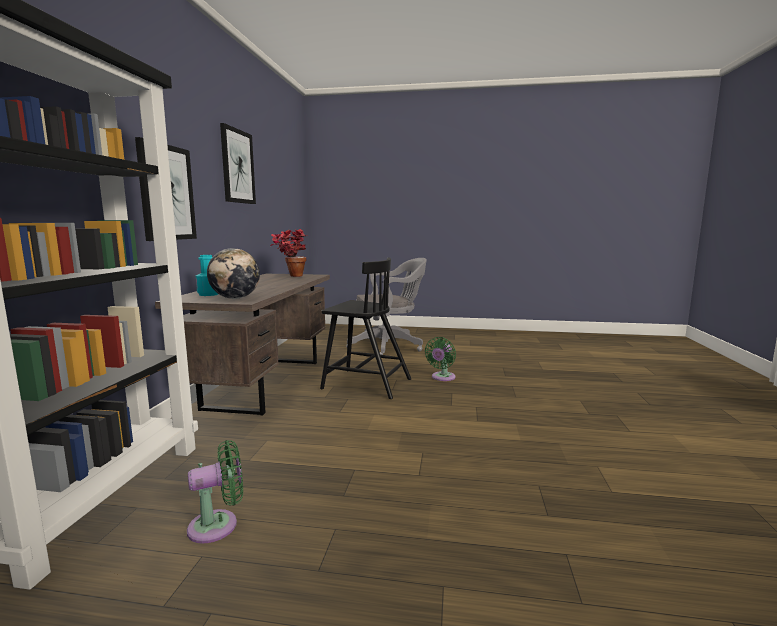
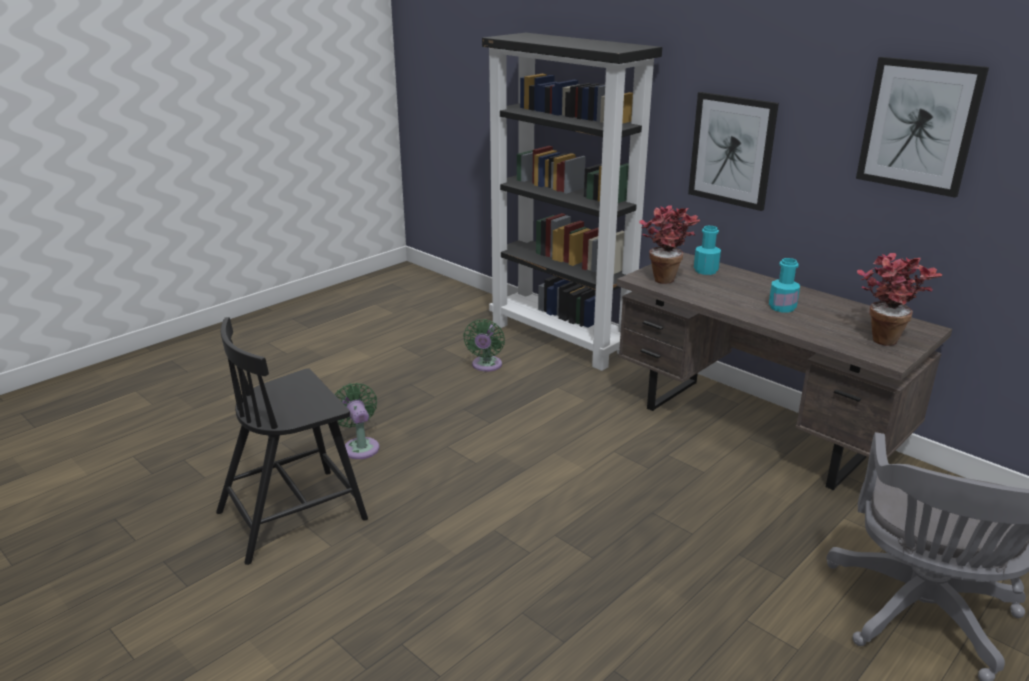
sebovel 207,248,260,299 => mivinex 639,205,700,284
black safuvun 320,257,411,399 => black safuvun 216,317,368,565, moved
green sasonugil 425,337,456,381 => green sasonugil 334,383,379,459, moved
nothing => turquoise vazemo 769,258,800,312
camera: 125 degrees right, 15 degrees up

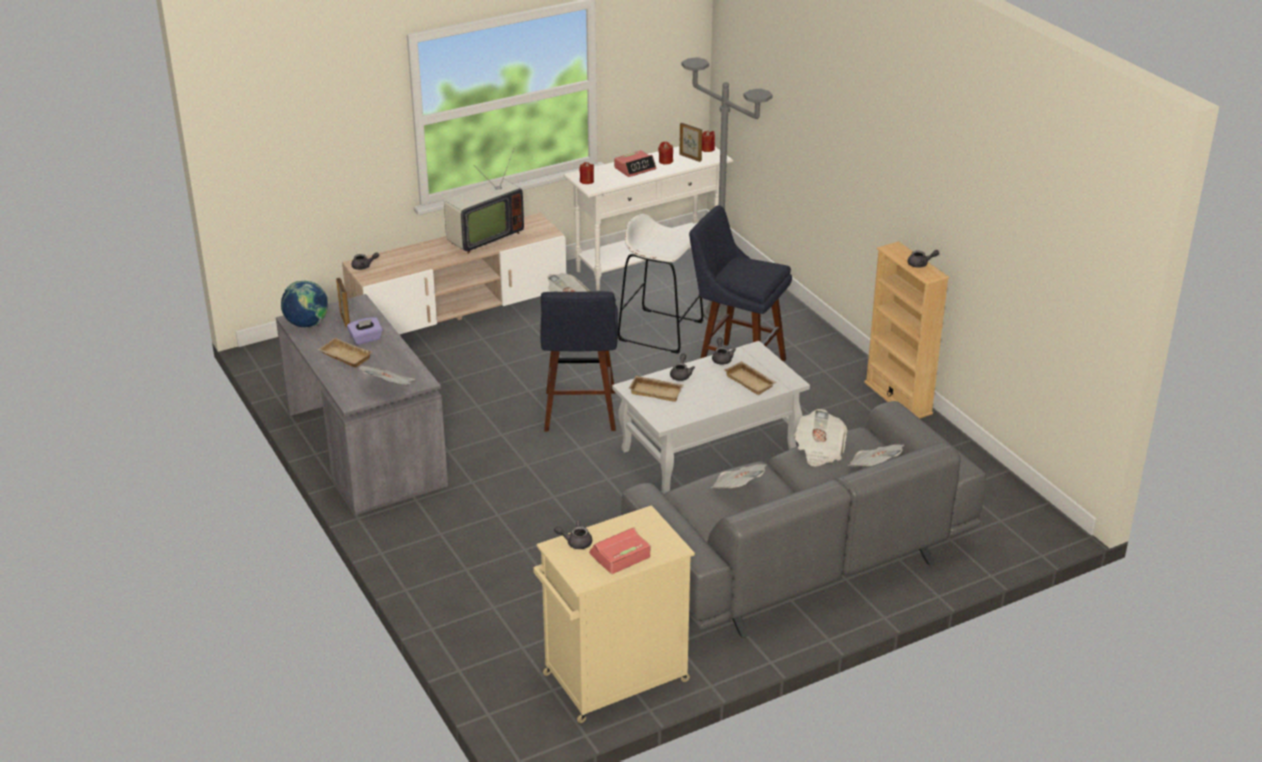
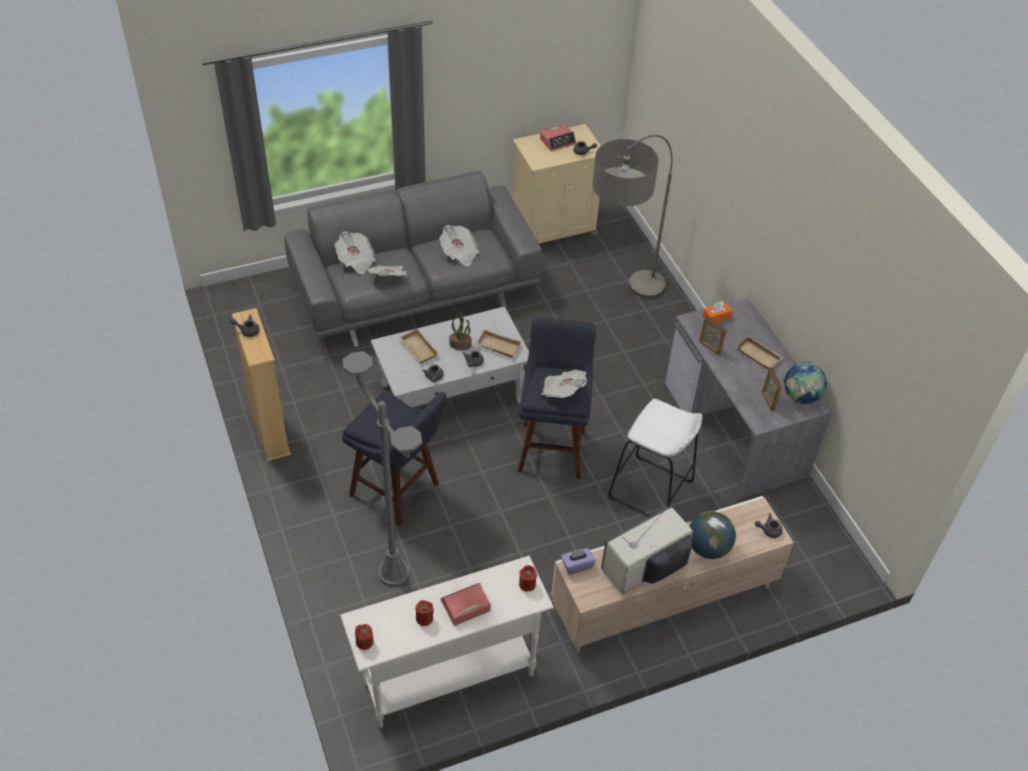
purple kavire 347,317,383,345 => purple kavire 561,548,596,575, moved
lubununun 358,366,415,385 => orange kavire 703,301,732,323
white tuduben 618,214,703,354 => white tuduben 608,399,703,517, moved
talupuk 680,123,702,162 => talupuk 699,316,727,355, moved
nothing => mivinex 450,311,472,350
nothing => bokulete 592,135,673,298
nothing => sebovel 689,511,736,559
camera: 175 degrees left, 15 degrees up

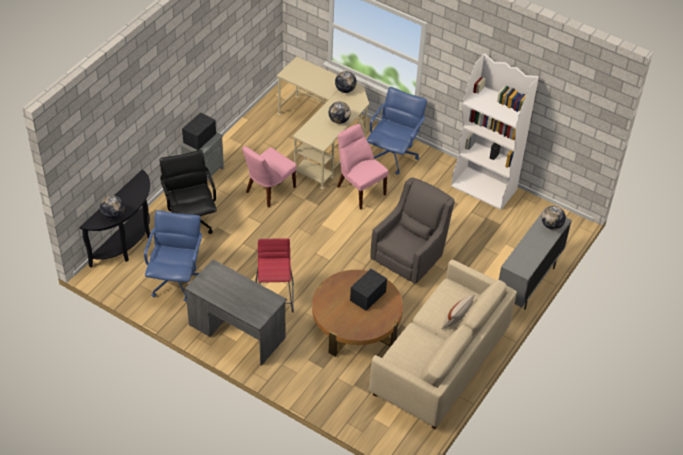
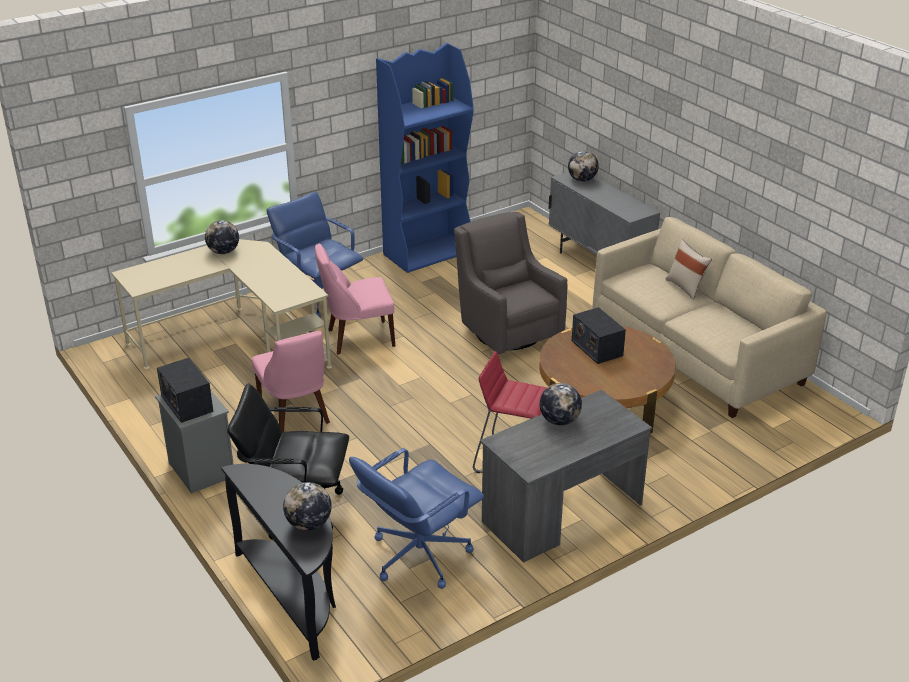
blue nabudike 144,210,202,302 => blue nabudike 349,448,484,589, 75 degrees counterclockwise
sebovel 329,101,351,124 => sebovel 539,383,582,425, moved
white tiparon 451,53,539,210 => blue tiparon 376,43,474,273
camera: 65 degrees left, 15 degrees down

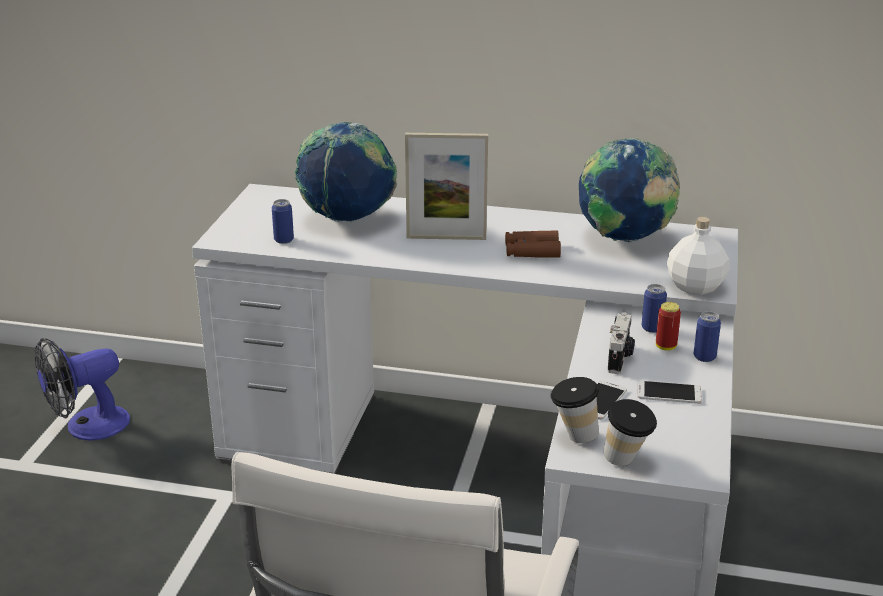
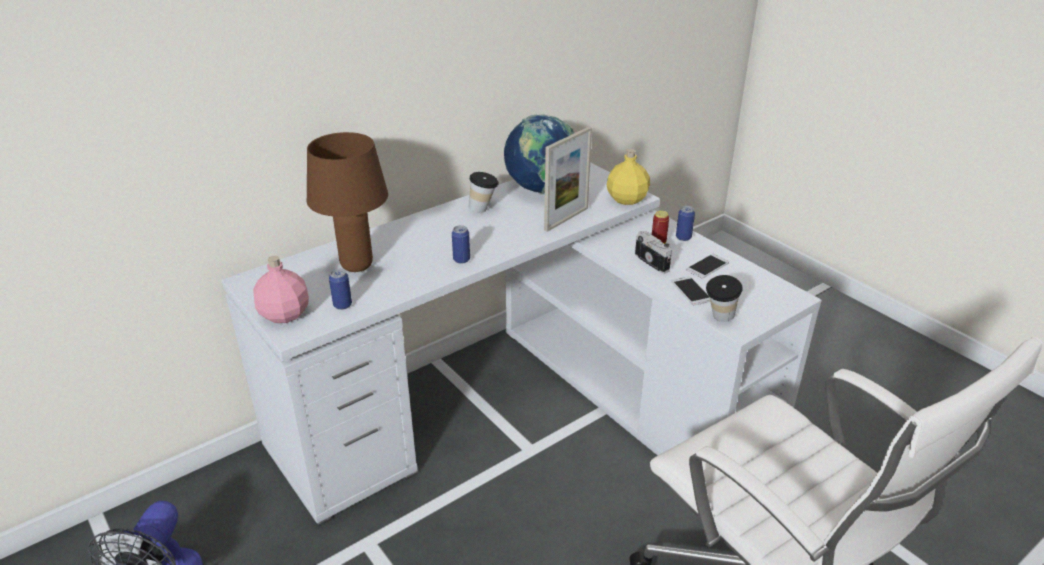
sebovel 295,122,397,222 => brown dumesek 307,132,388,272
talupuk 405,133,488,240 => talupuk 544,127,592,232, moved
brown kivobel 505,230,561,258 => nothing
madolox 603,399,657,466 => madolox 469,172,499,213, moved
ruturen 642,284,667,333 => ruturen 452,225,470,264, moved
white vazemo 667,217,729,295 => yellow vazemo 607,149,650,205
nothing => pink vazemo 253,256,309,323
camera: 50 degrees left, 5 degrees up

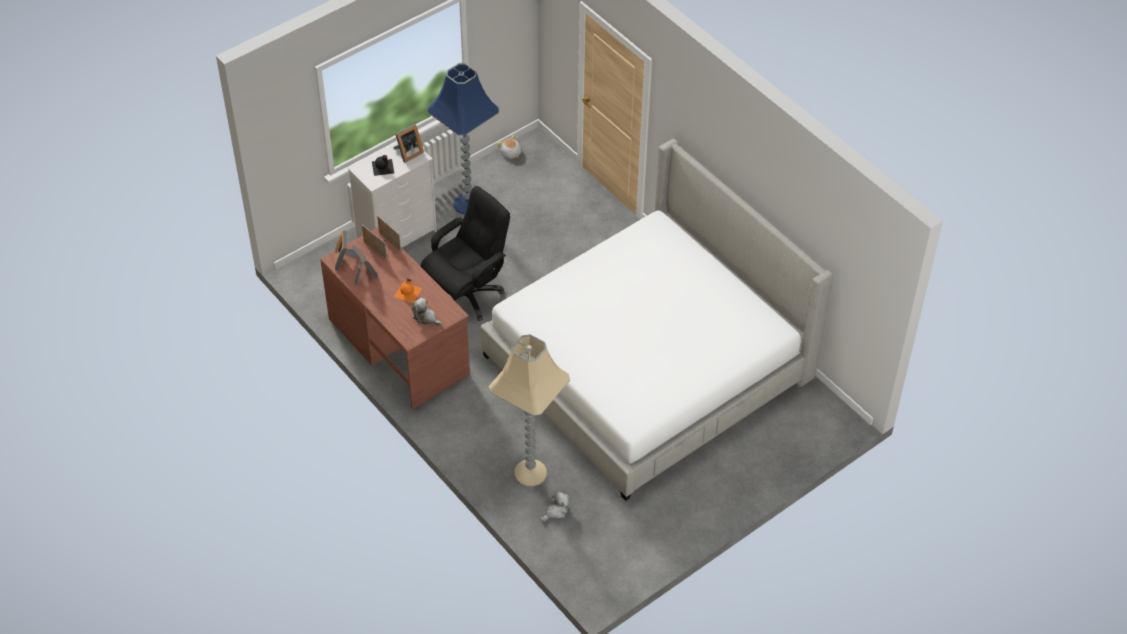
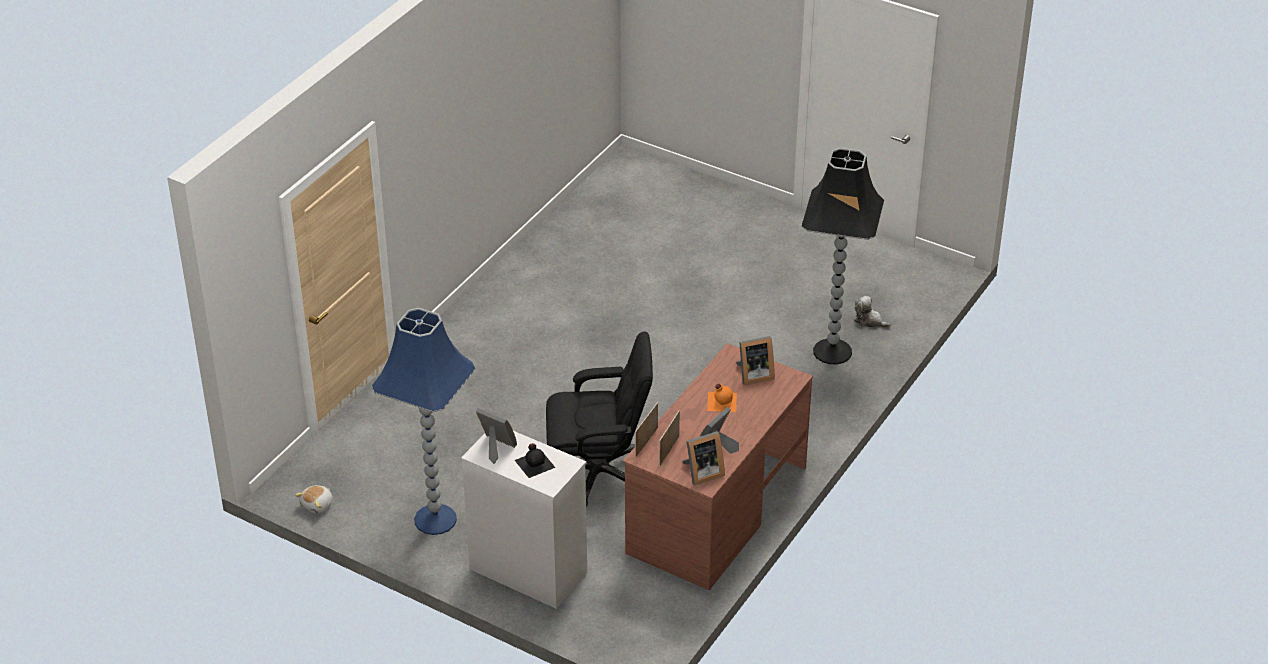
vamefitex 412,298,442,326 => talupuk 736,336,775,385
black nabudike 421,186,510,321 => black nabudike 546,331,653,507, 150 degrees clockwise
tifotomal 480,139,833,501 => nothing
beige bokulete 489,334,570,486 => black bokulete 801,148,884,364
camera: 110 degrees left, 10 degrees down

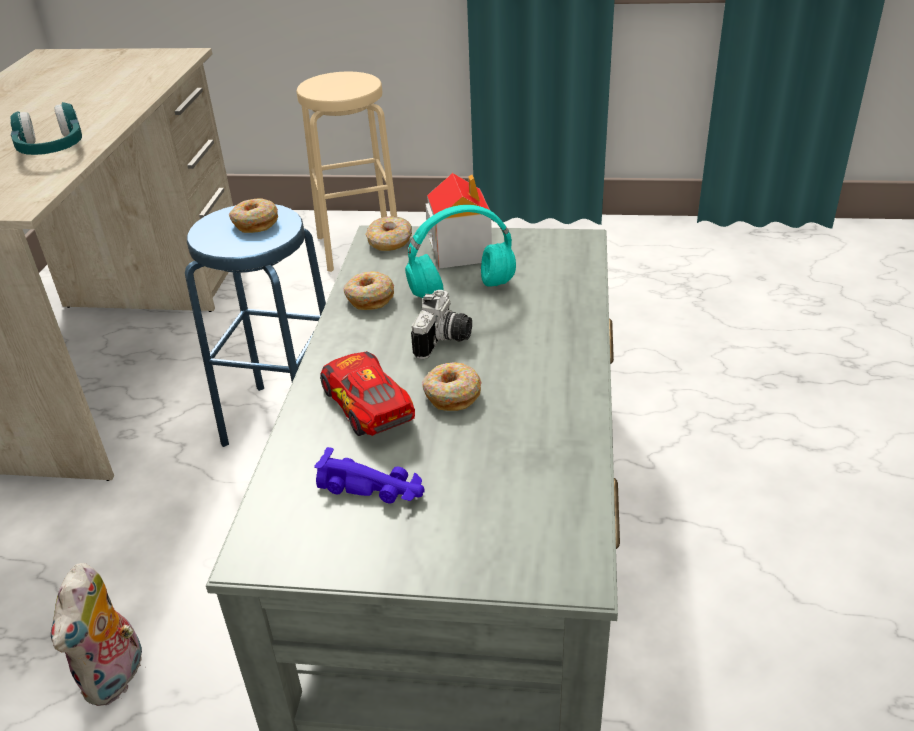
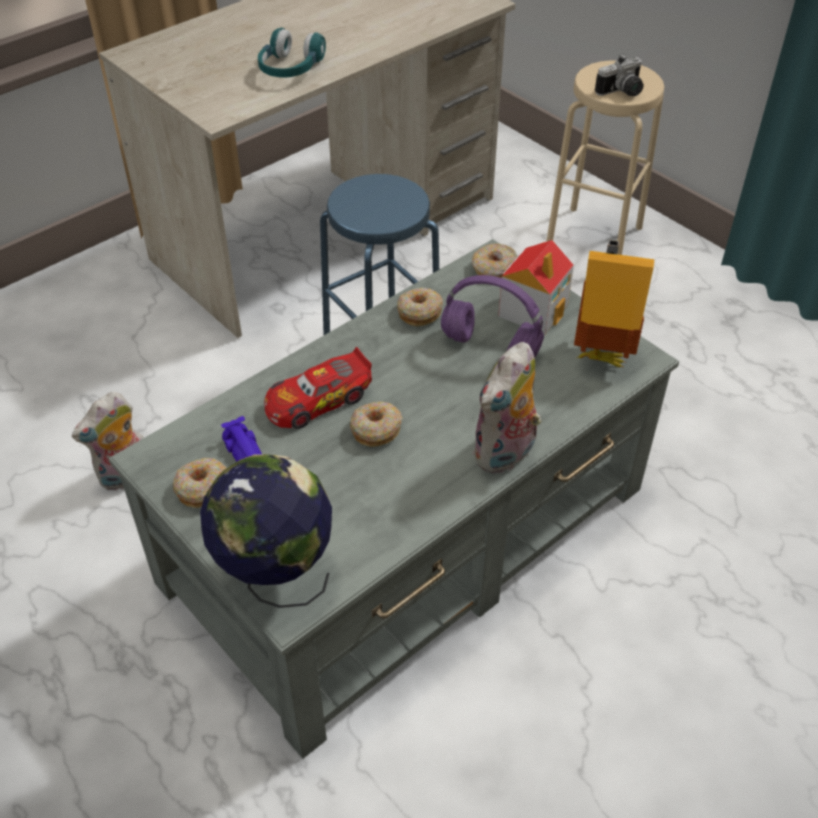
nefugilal 229,198,278,233 => nefugilal 173,458,226,508, moved
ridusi 320,351,415,436 => ridusi 264,347,372,429, 135 degrees counterclockwise
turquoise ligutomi 405,205,516,298 => purple ligutomi 441,275,544,357
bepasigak 411,290,472,359 => bepasigak 595,54,644,96, moved
nothing => sebovel 200,454,332,608
nothing => vamefitex 473,342,542,474
nothing => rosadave 574,240,654,368
camera: 40 degrees right, 10 degrees up

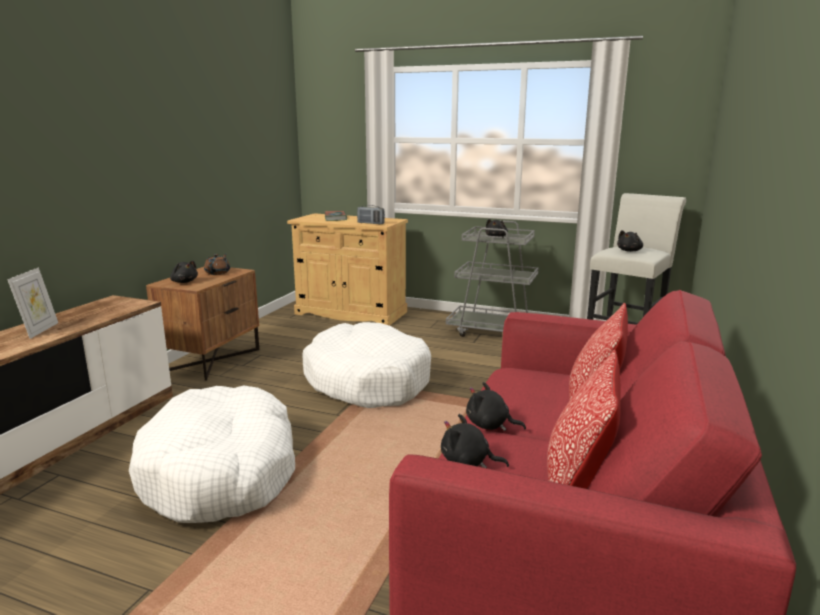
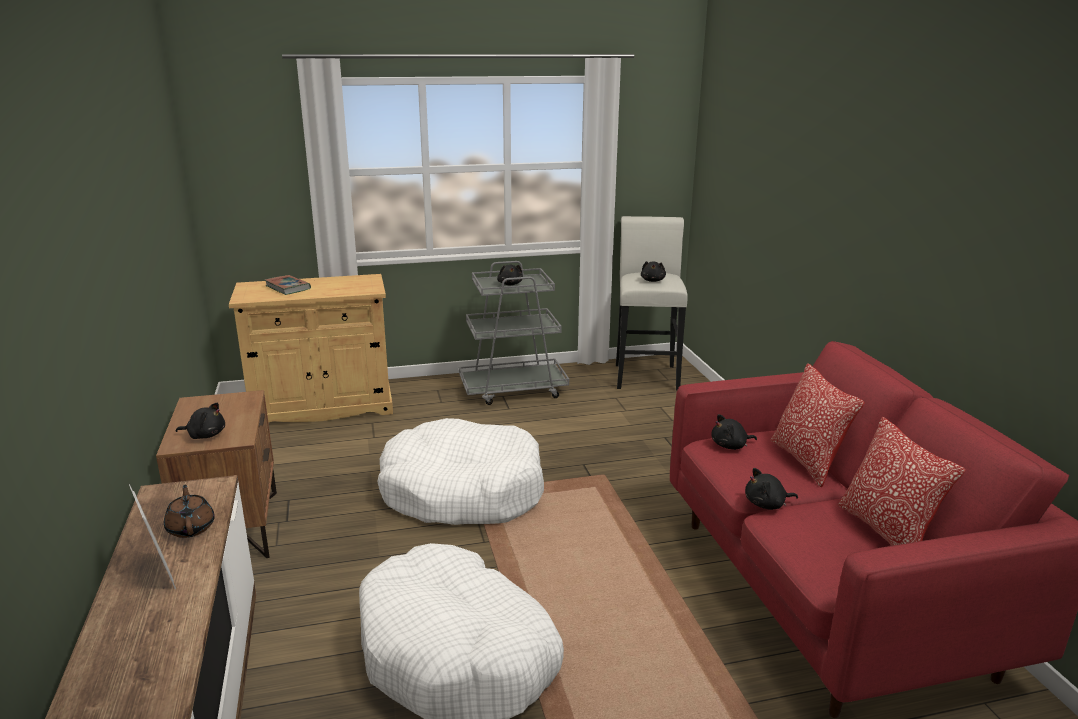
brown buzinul 204,254,230,275 => brown buzinul 164,485,215,538, moved
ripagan 357,205,385,224 => nothing
black vamefitex 441,414,509,468 => black vamefitex 711,414,757,450, moved
camera: 35 degrees left, 5 degrees up

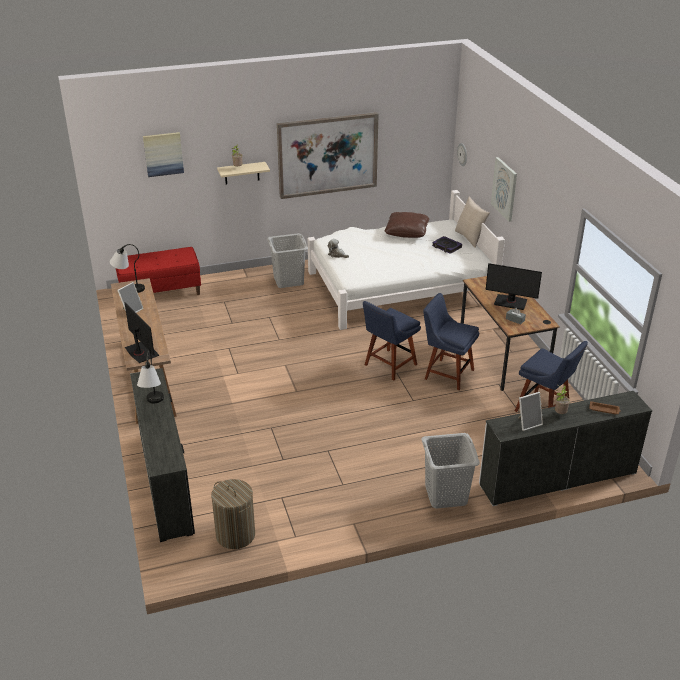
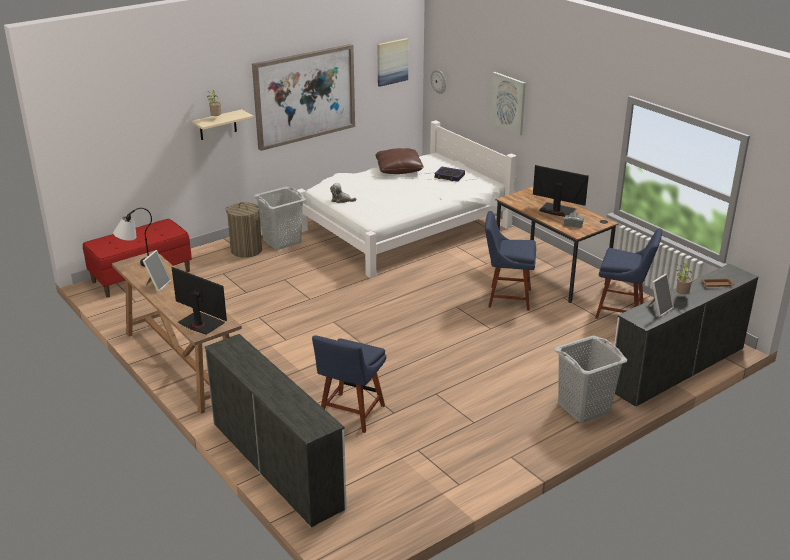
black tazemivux 130,368,195,542 => white tazemivux 204,334,347,528
dumesek 137,347,164,403 => nothing
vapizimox 143,132,184,177 => vapizimox 378,38,408,87, moved
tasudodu 211,479,255,549 => tasudodu 226,202,262,258, moved
blue safuvun 363,301,421,381 => blue safuvun 312,335,386,433, moved
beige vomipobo 455,196,490,248 => nothing
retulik 486,263,542,310 => retulik 533,165,589,217, 150 degrees counterclockwise
camera: 20 degrees left, 5 degrees down

